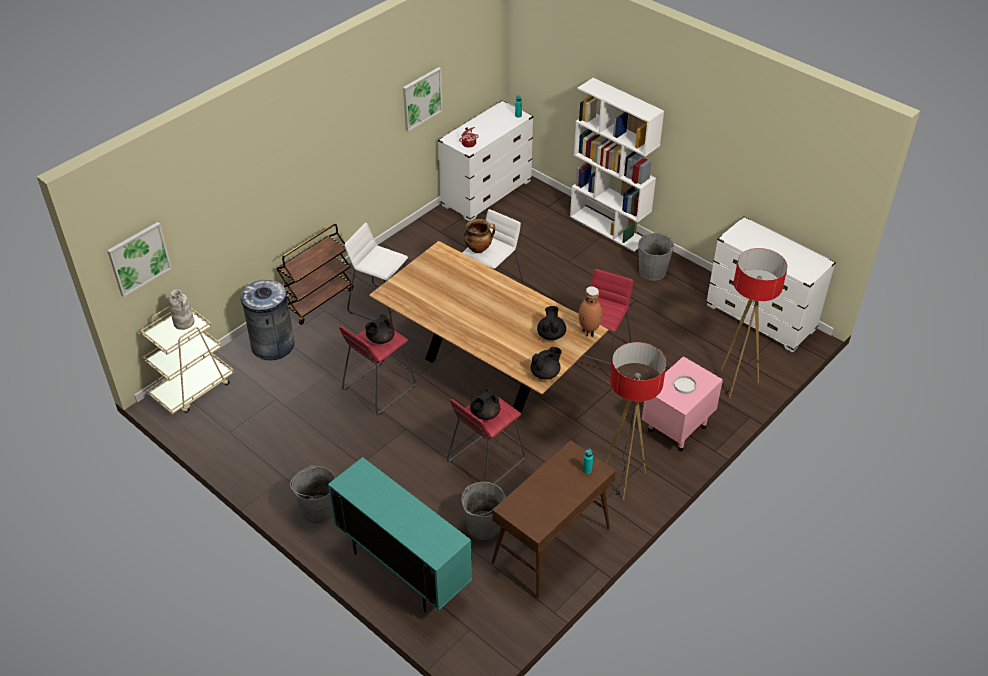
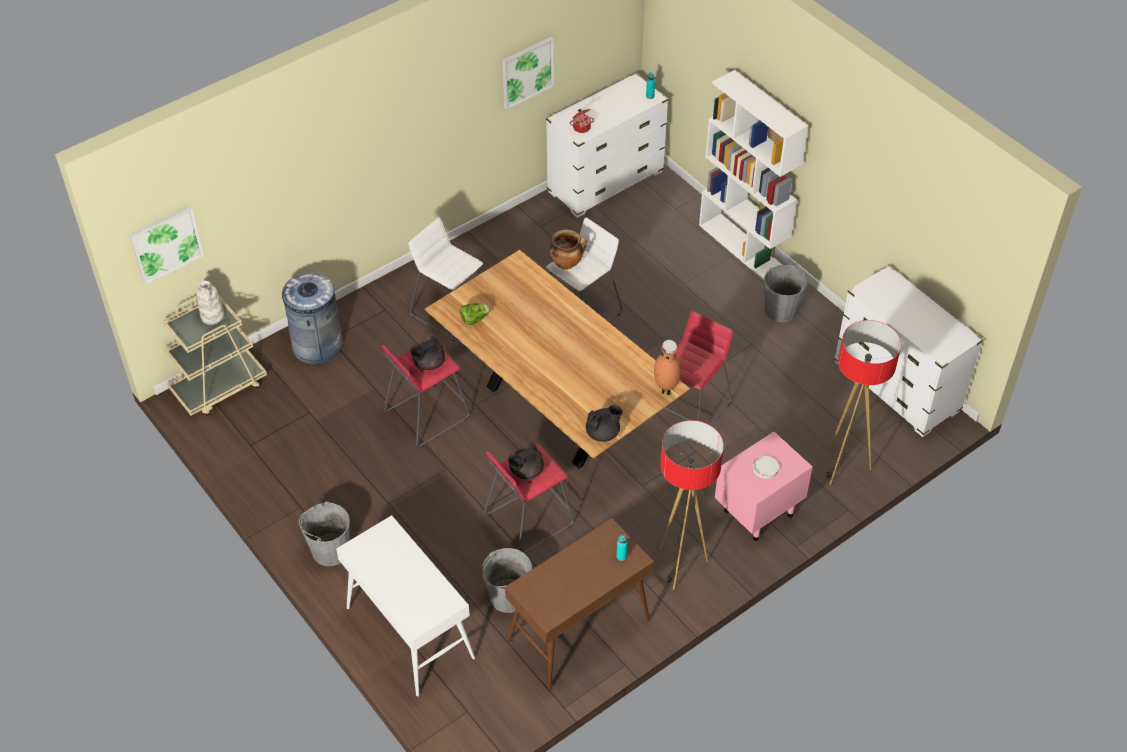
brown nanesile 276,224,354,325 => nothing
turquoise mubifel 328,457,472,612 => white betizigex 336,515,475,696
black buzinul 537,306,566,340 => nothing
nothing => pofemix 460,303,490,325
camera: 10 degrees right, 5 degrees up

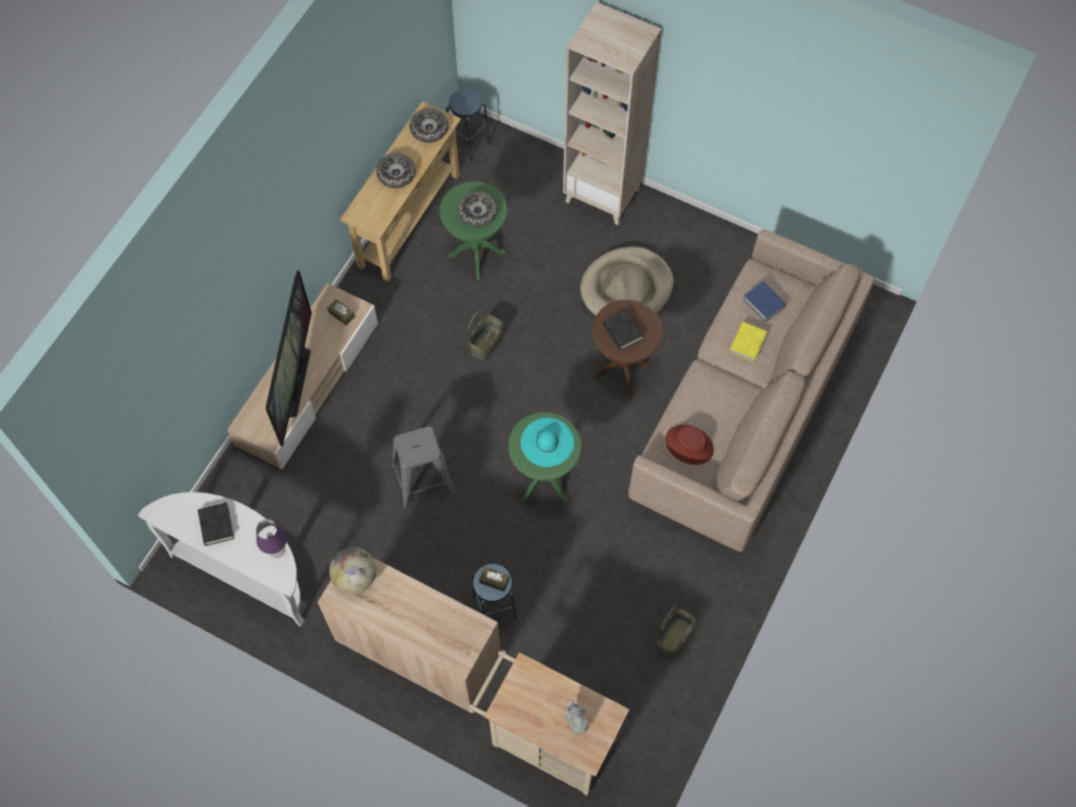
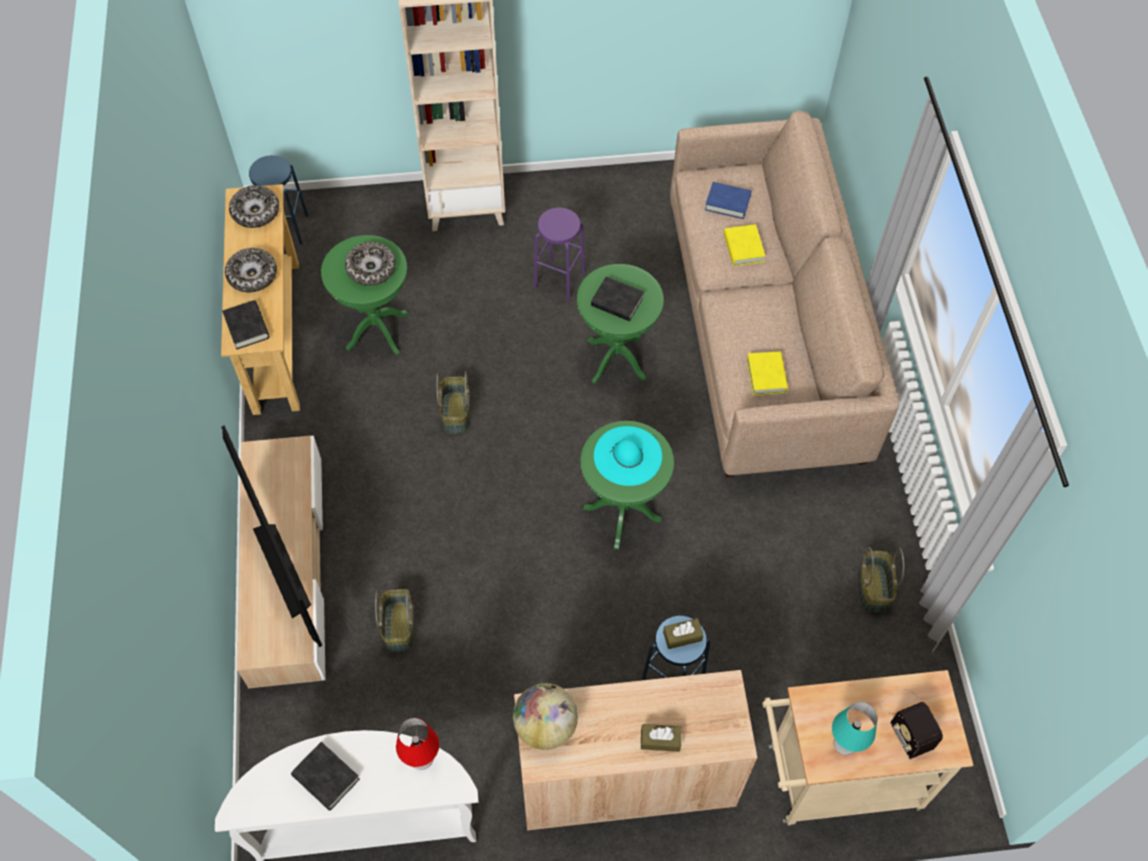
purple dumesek 256,519,287,558 => red dumesek 396,718,439,770
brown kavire 327,299,355,326 => brown kavire 641,724,681,752, moved
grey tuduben 391,426,455,508 => nothing
grey buzinul 565,700,589,733 => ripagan 880,689,943,759
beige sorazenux 580,247,674,316 => purple tuduben 534,208,585,301
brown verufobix 592,300,663,397 => green verufobix 577,264,664,384
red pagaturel 665,425,714,465 => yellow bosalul 747,352,788,395
nothing => black bosalul 222,300,270,349
nothing => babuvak 375,589,414,652
nothing => turquoise dumesek 832,702,877,755
camera: 35 degrees left, 5 degrees down

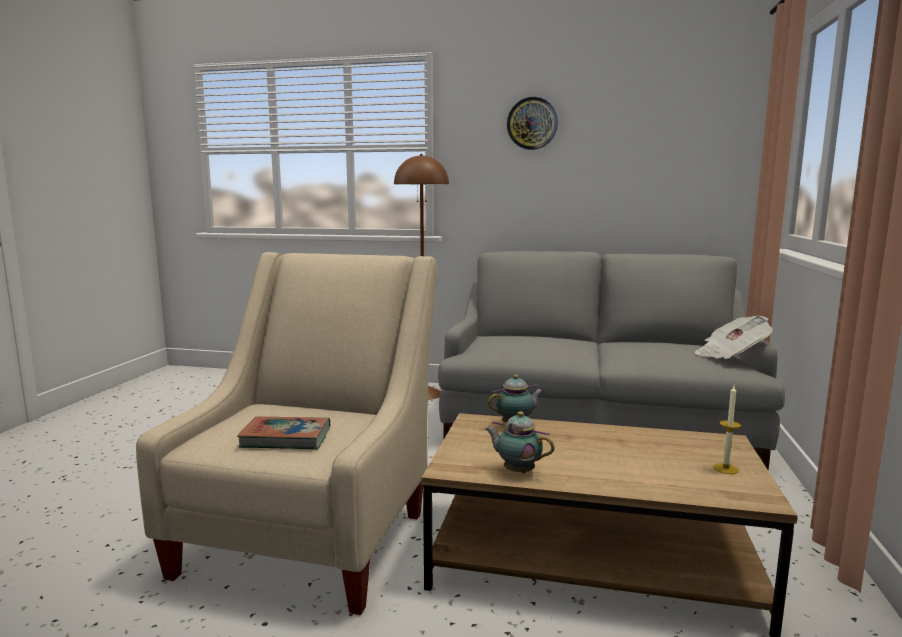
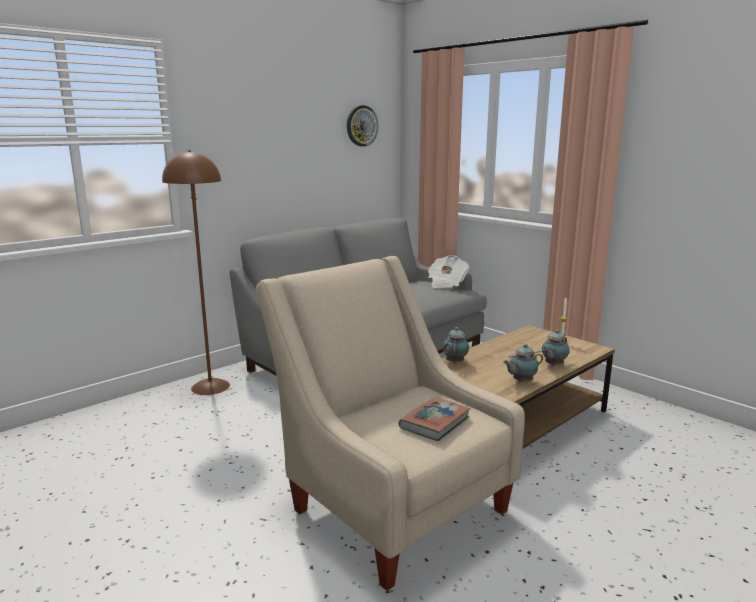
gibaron 507,97,558,150 => gibaron 347,105,378,147, moved
nothing => buzinul 542,329,570,366
camera: 55 degrees left, 5 degrees up

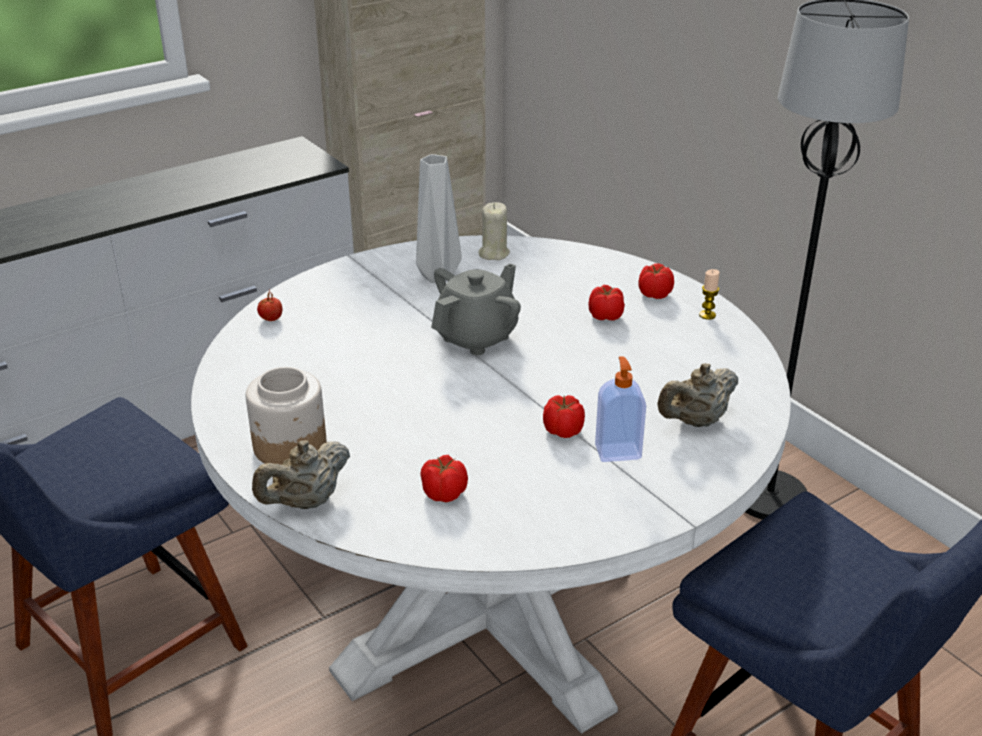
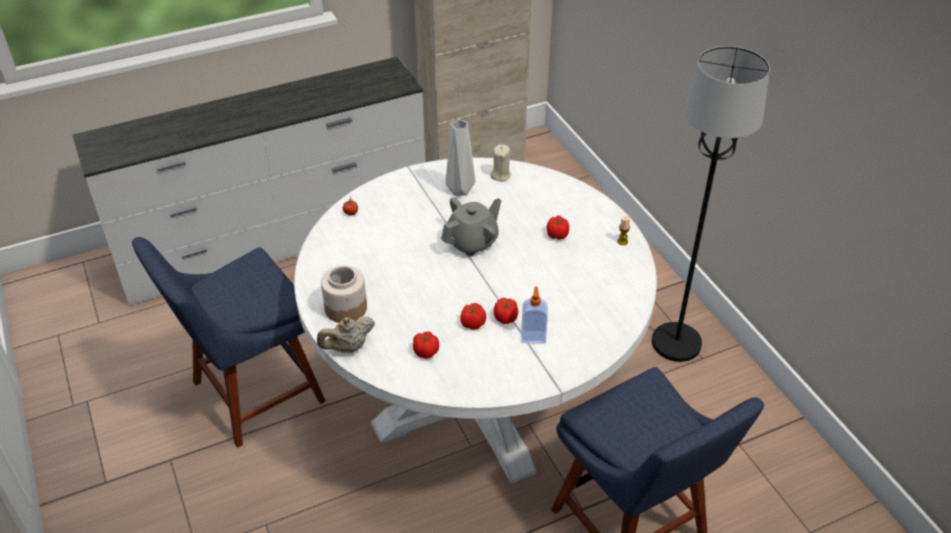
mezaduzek 638,263,674,299 => mezaduzek 460,303,486,330, moved
beige buzinul 657,363,738,427 => nothing
camera: 10 degrees right, 10 degrees up

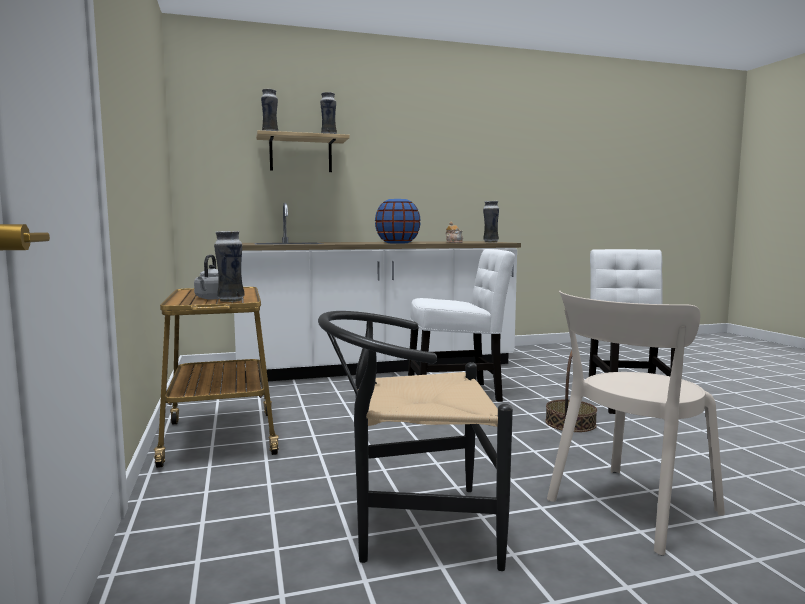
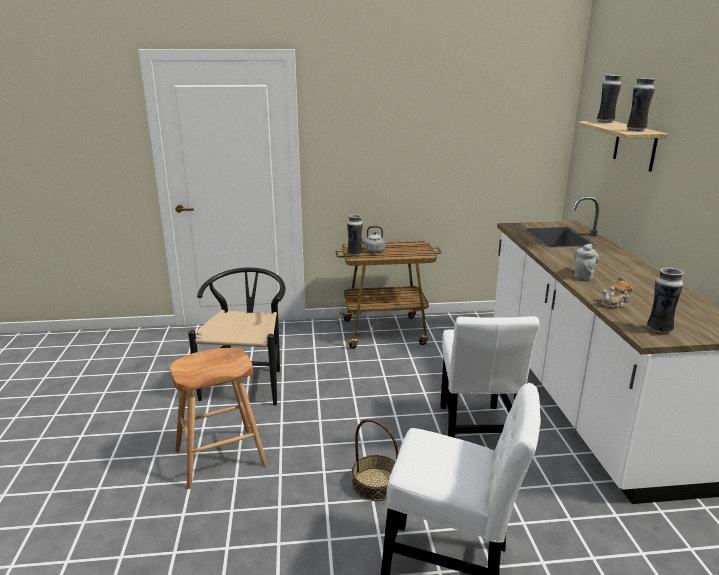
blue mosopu 375,199,421,243 => grey buzinul 574,244,599,280
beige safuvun 547,290,725,556 => brown tuduben 170,348,267,489
camera: 100 degrees right, 15 degrees up

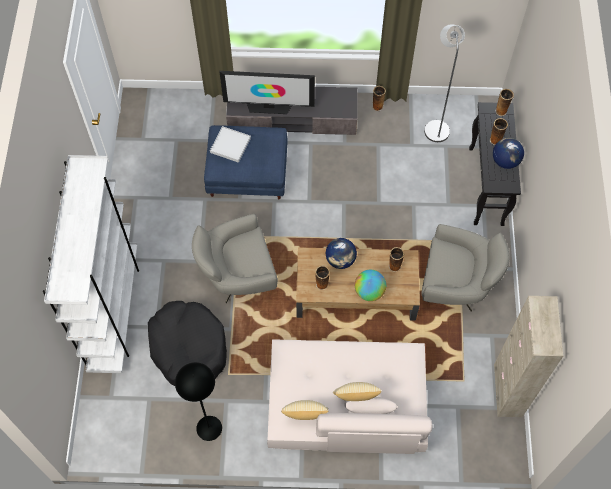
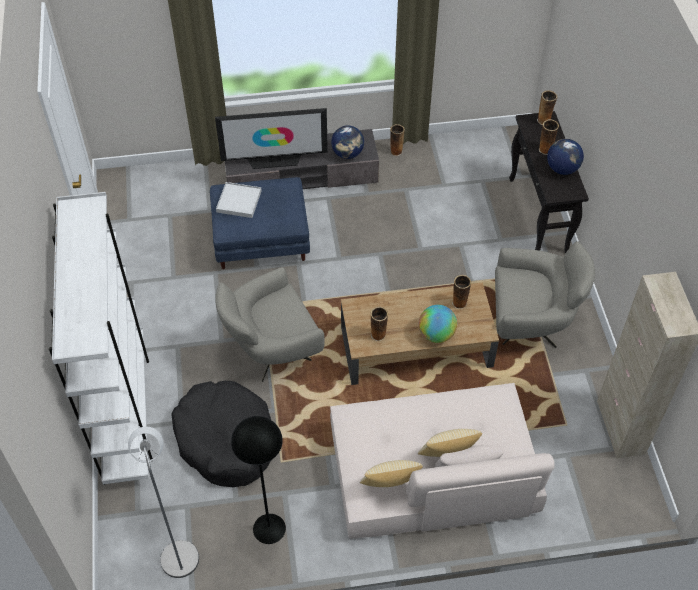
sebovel 326,238,357,269 => sebovel 331,125,364,159, moved
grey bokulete 424,24,465,142 => grey bokulete 128,427,199,578, moved
camera: 10 degrees left, 10 degrees down

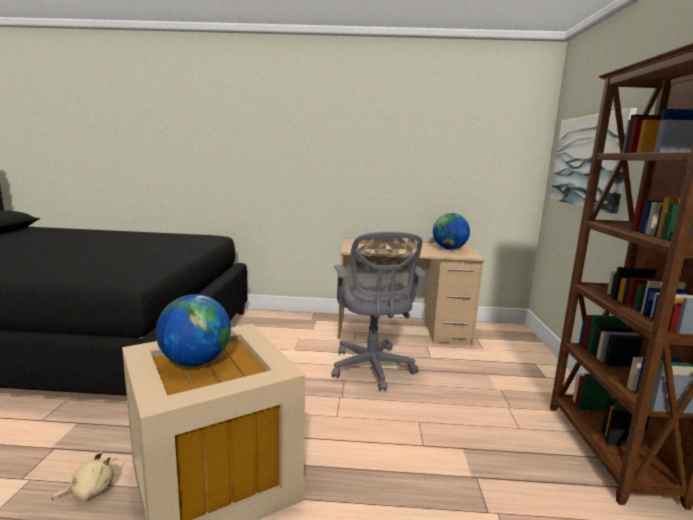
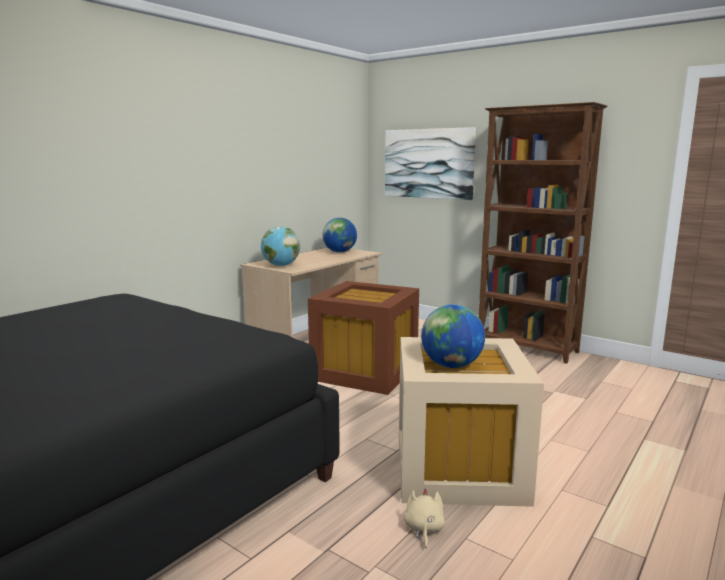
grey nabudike 332,232,426,391 => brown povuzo 308,281,419,395
nothing => sebovel 261,226,300,266
camera: 55 degrees left, 0 degrees up

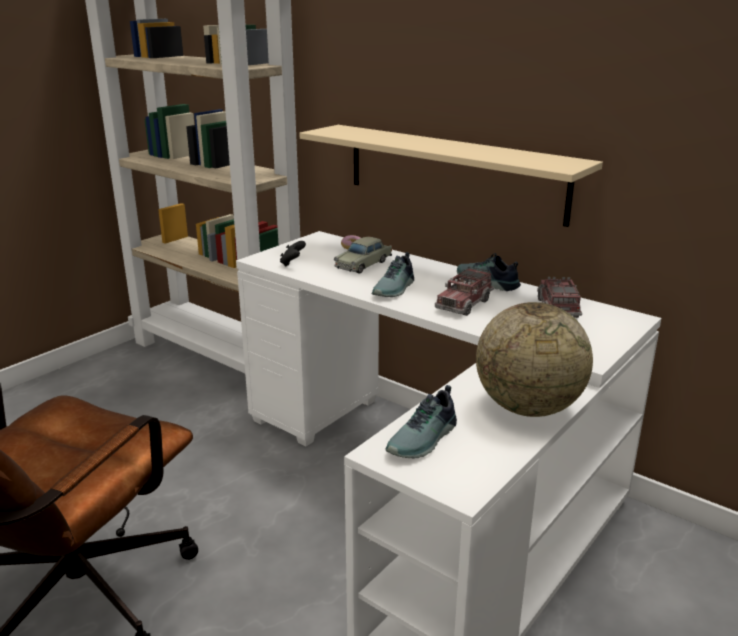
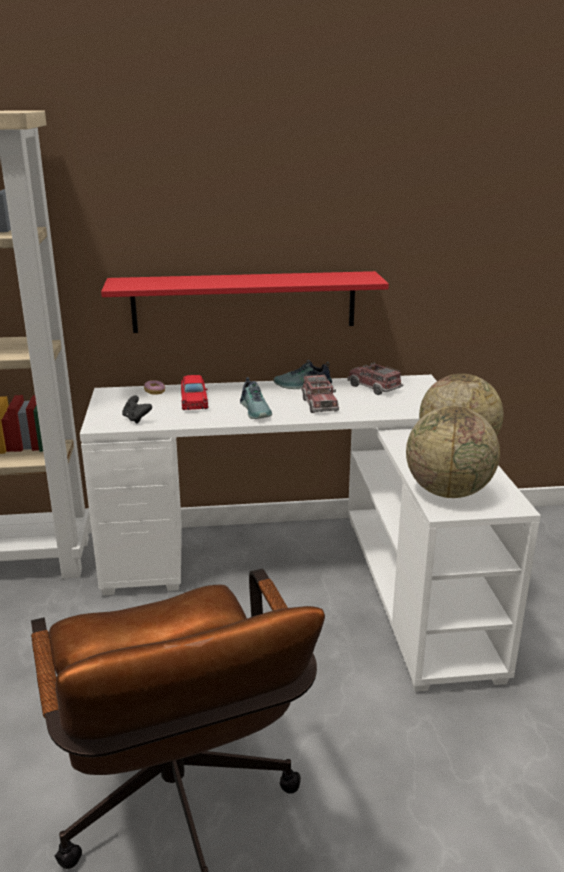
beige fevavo 299,125,603,227 => red fevavo 101,271,389,333
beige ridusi 334,237,392,274 => red ridusi 181,375,209,410
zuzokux 385,385,457,458 => sebovel 406,406,500,498
camera: 45 degrees left, 0 degrees up

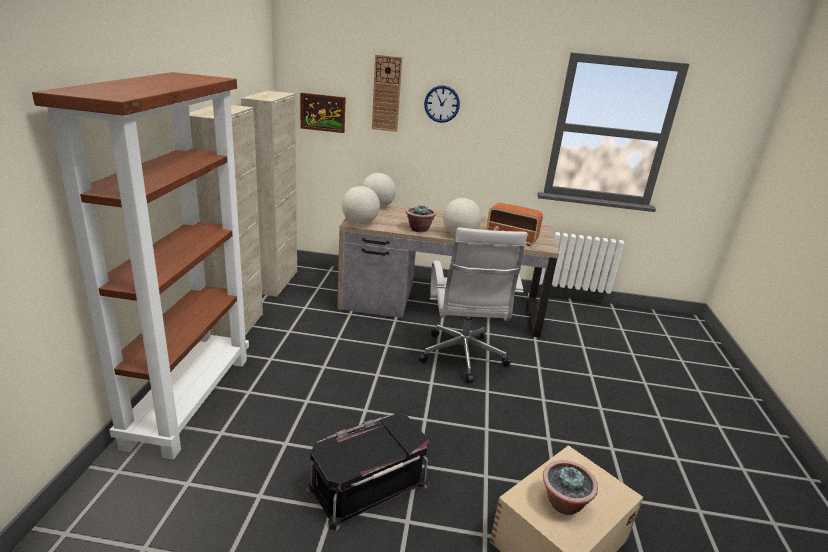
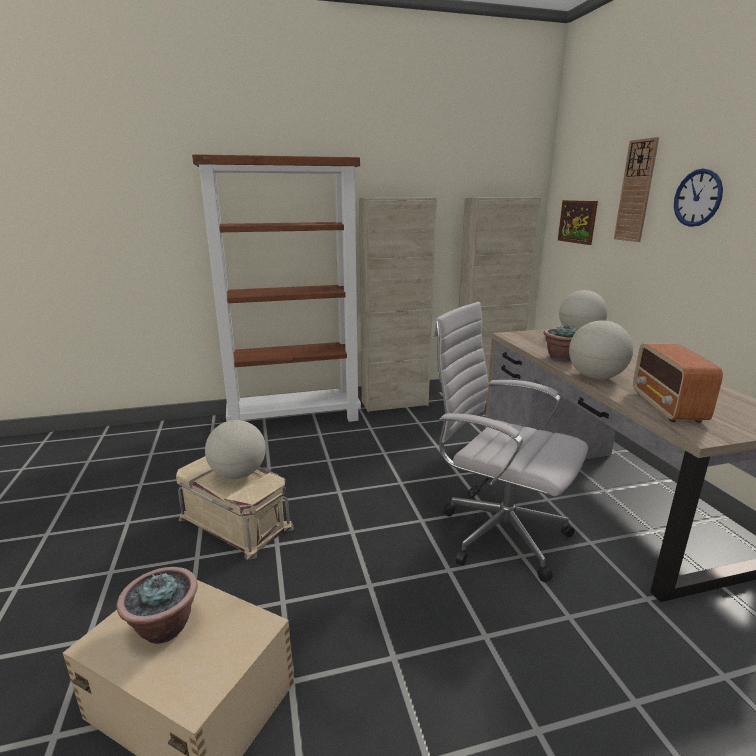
black povuzo 306,414,429,531 => beige povuzo 176,456,294,560
sebovel 342,186,380,225 => sebovel 205,420,266,479, moved
white nabudike 419,228,527,383 => white nabudike 432,302,588,582, 60 degrees clockwise
camera: 70 degrees right, 5 degrees down

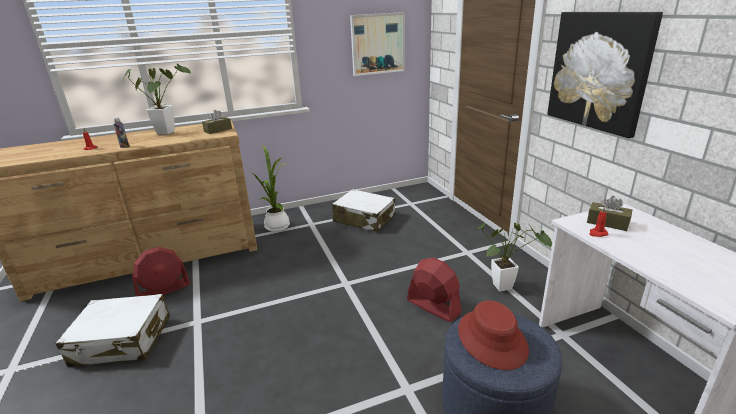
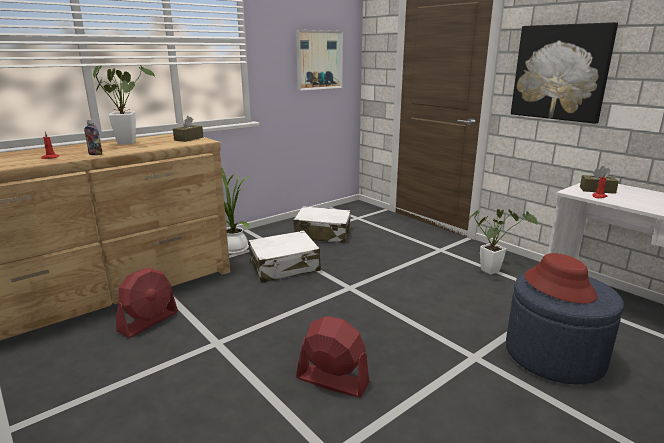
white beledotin 55,294,170,367 => white beledotin 248,231,321,283, moved
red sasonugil 407,258,462,322 => red sasonugil 296,316,369,398, moved
camera: 20 degrees left, 5 degrees down

